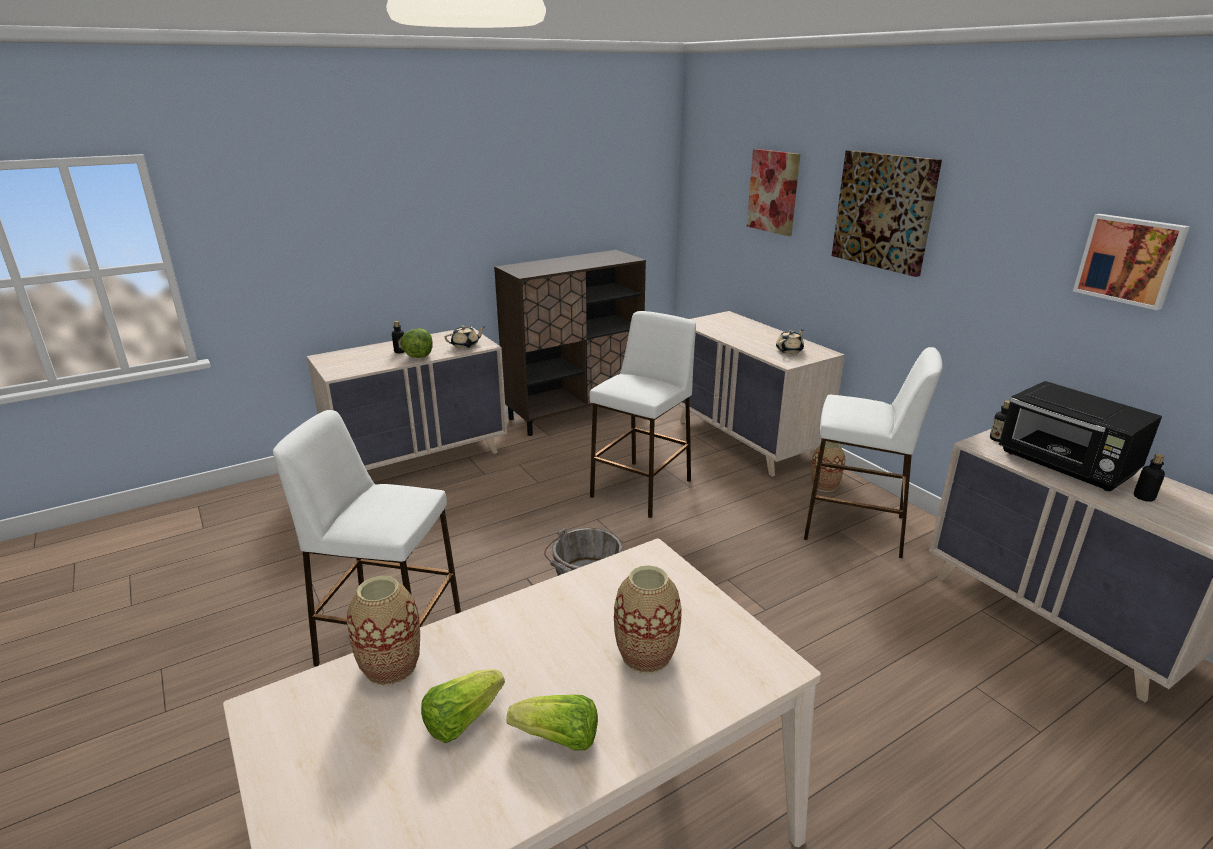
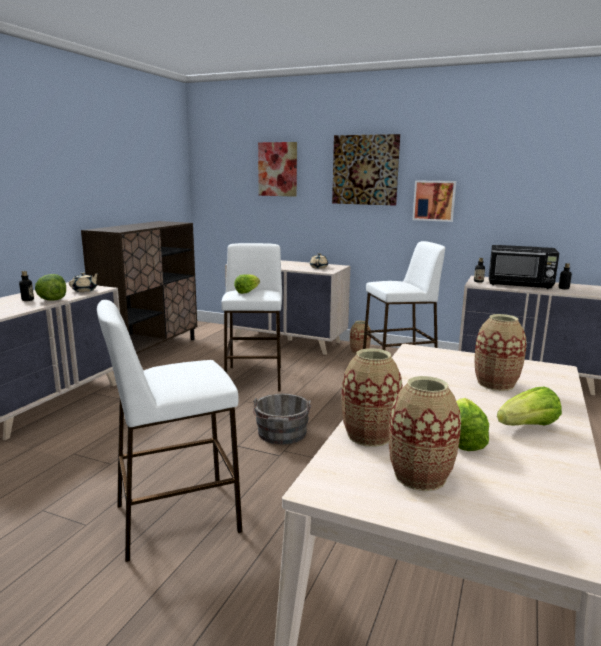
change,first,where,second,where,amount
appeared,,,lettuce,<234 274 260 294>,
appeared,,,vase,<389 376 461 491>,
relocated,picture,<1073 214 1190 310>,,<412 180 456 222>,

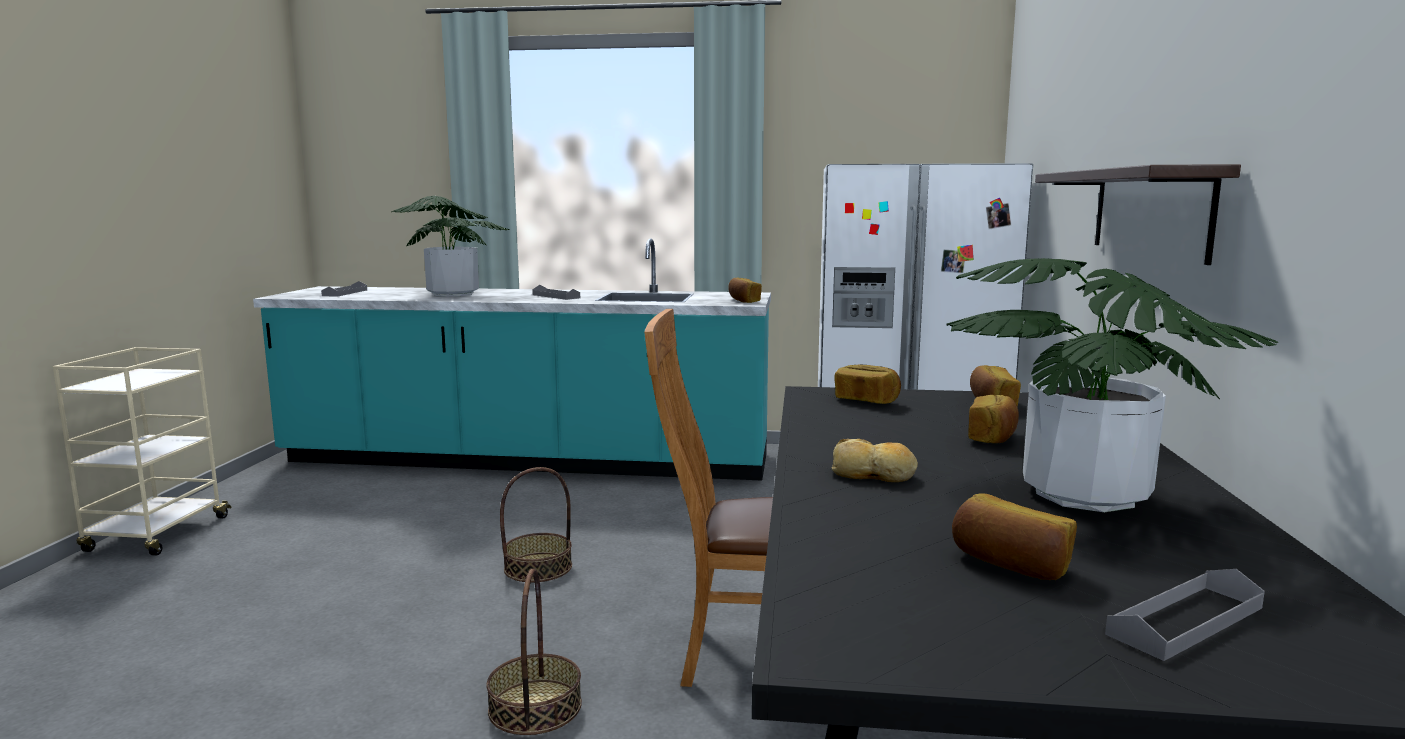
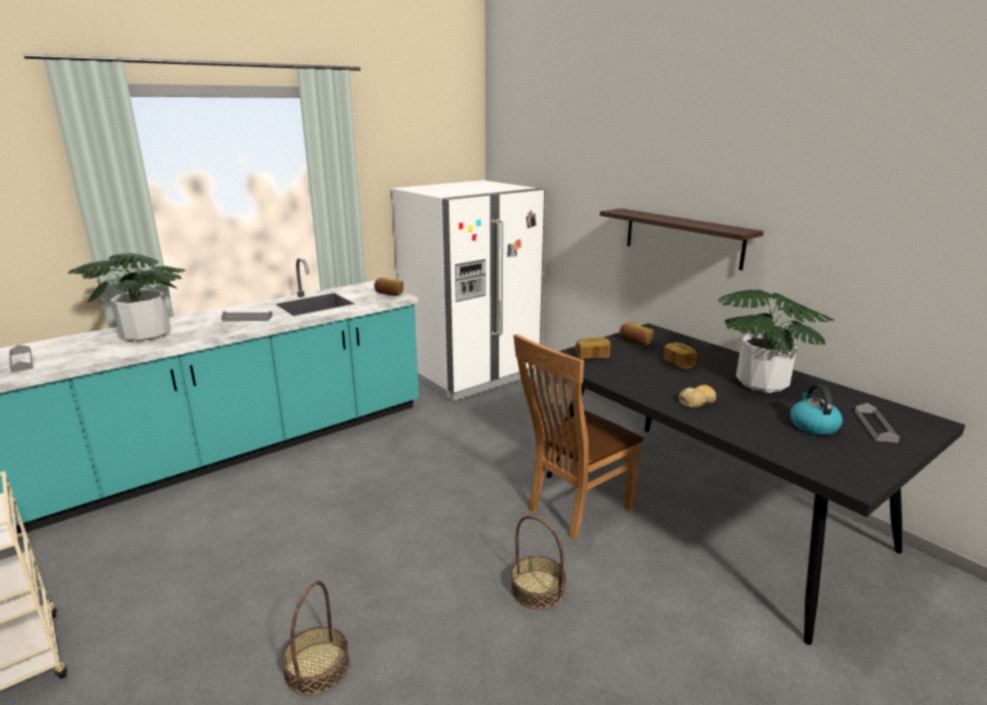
change,first,where,second,where,amount
relocated,basket,<500 467 572 582>,,<281 581 350 696>,
exchanged,bread,<952 494 1077 580>,kettle,<790 384 843 435>,

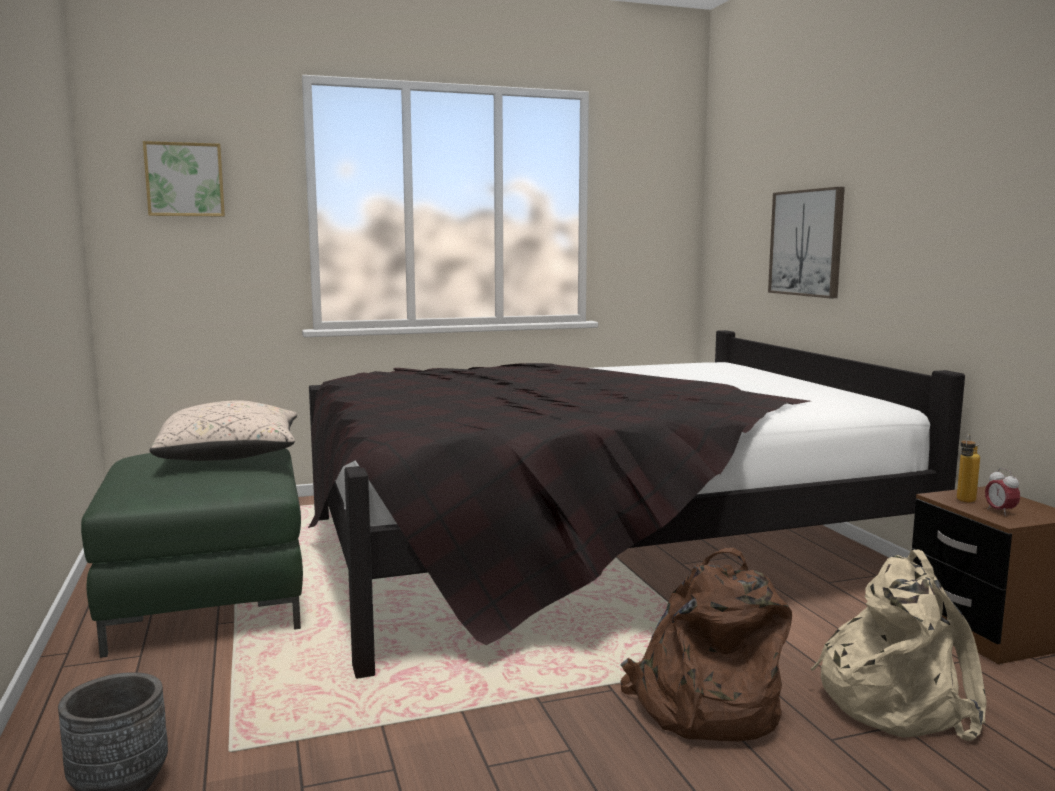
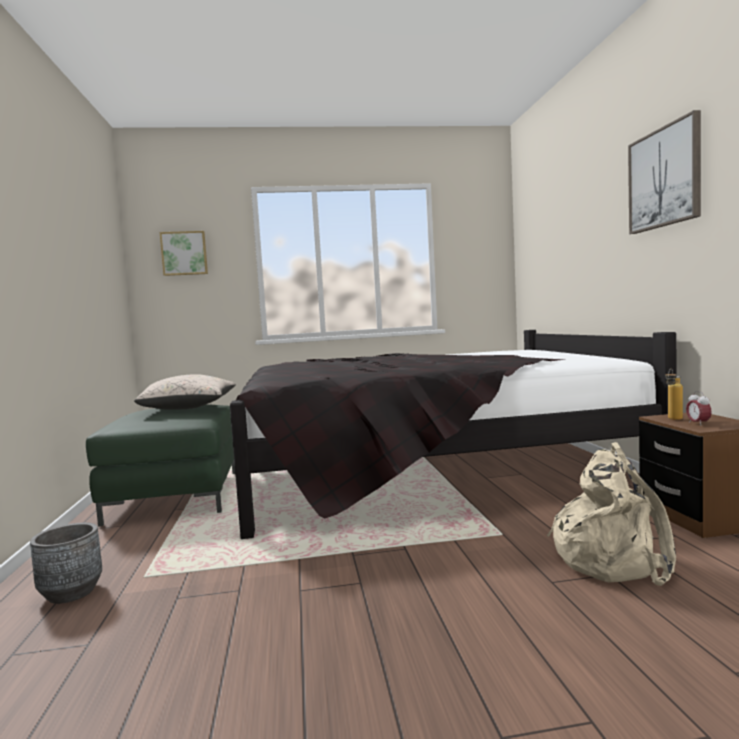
change,first,where,second,where,amount
relocated,picture,<768 187 845 298>,,<628 110 701 234>,
missing,brown backpack,<621 548 792 741>,,,

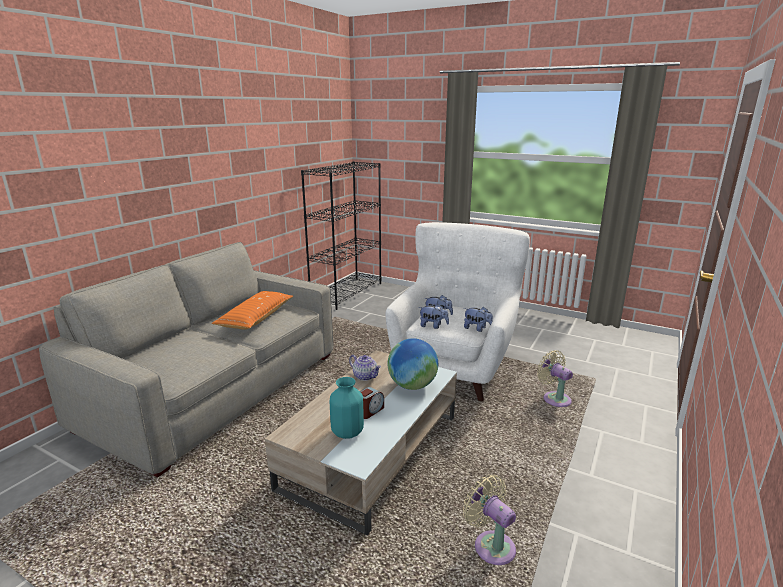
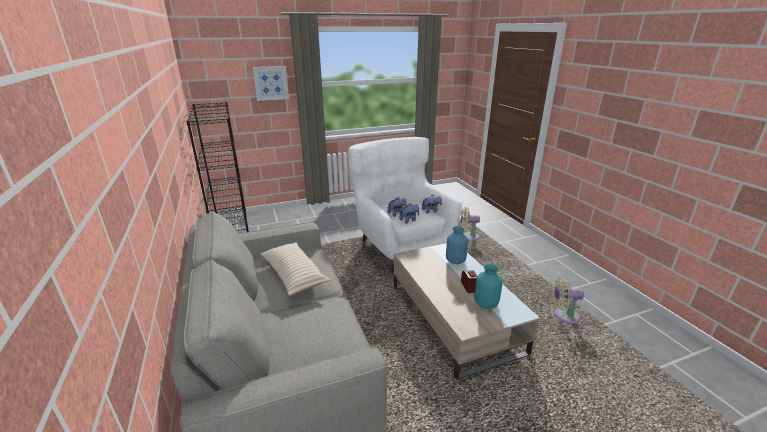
change,first,where,second,where,amount
appeared,,,picture,<252 66 289 101>,
colour,orange pillow,<212 291 293 330>,beige pillow,<260 242 330 296>,
exchanged,globe,<388 338 438 390>,blue vase,<446 226 468 264>,
missing,teapot,<349 355 381 381>,,,

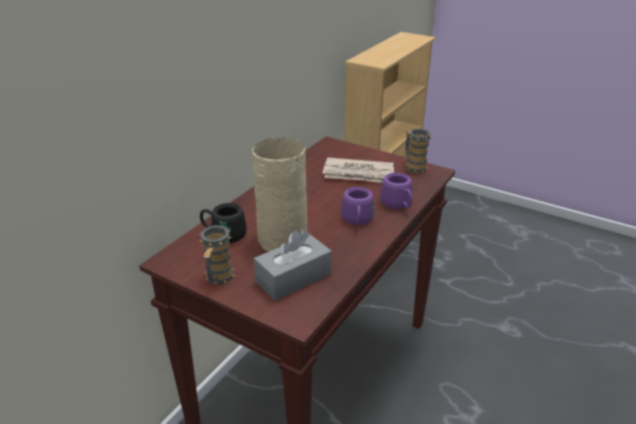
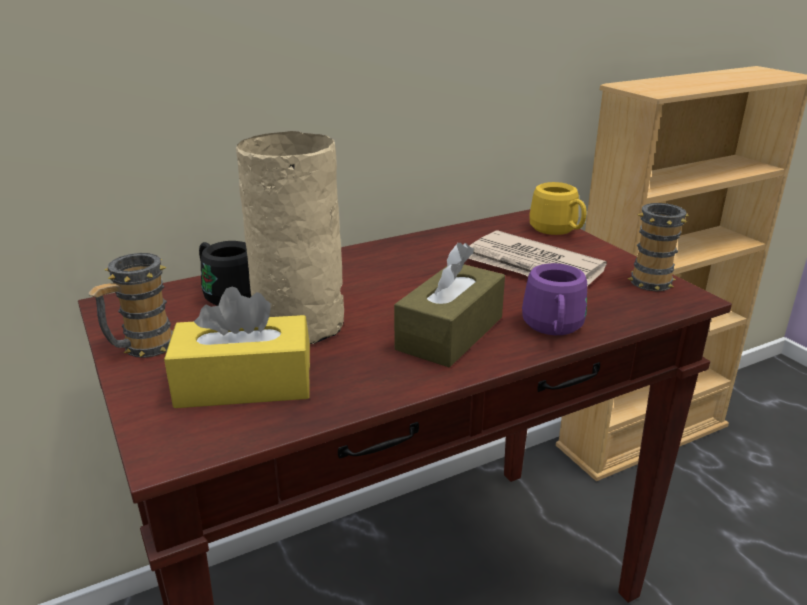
change,first,where,second,where,amount
colour,grey tissue box,<254 230 331 301>,yellow tissue box,<164 287 310 408>,
exchanged,purple mug,<341 187 374 225>,brown tissue box,<394 243 505 367>,
appeared,,,yellow mug,<529 182 586 235>,

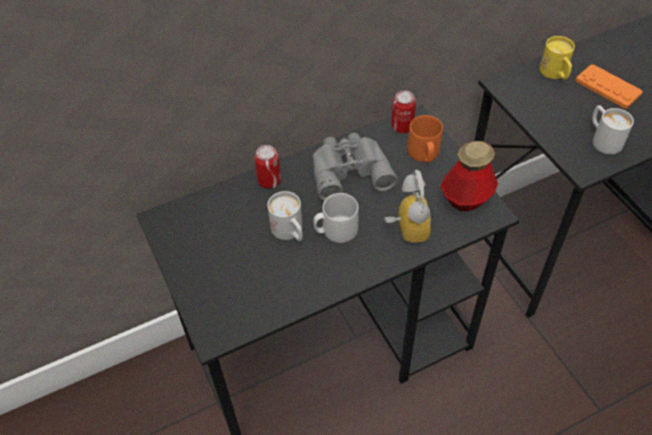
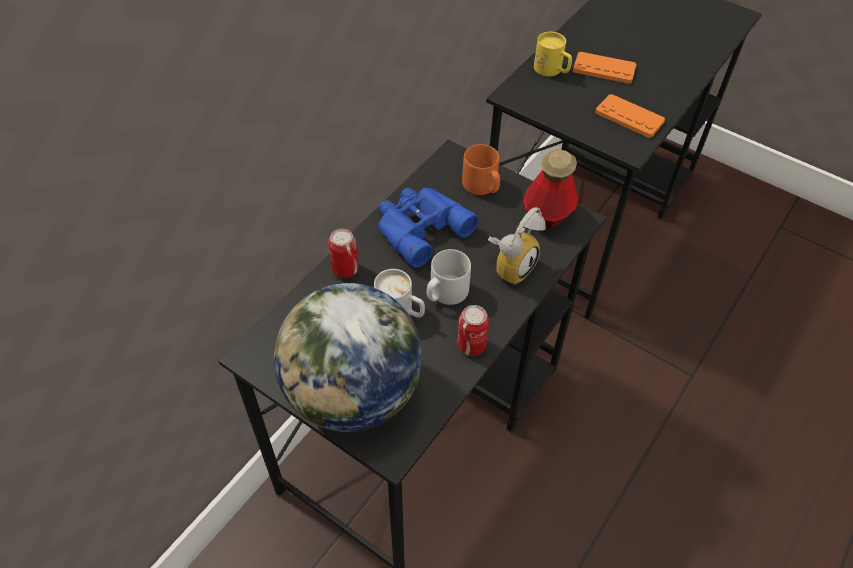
change,first,where,second,where,amount
appeared,,,globe,<274 283 422 432>,
colour,grey binoculars,<312 133 397 201>,blue binoculars,<378 187 479 268>,
relocated,can,<391 90 416 133>,,<457 305 489 356>,
spun,alarm clock,<385 170 432 243>,,<488 207 546 285>,75 degrees clockwise
exchanged,white mug,<592 105 634 154>,orange game controller,<595 94 665 138>,

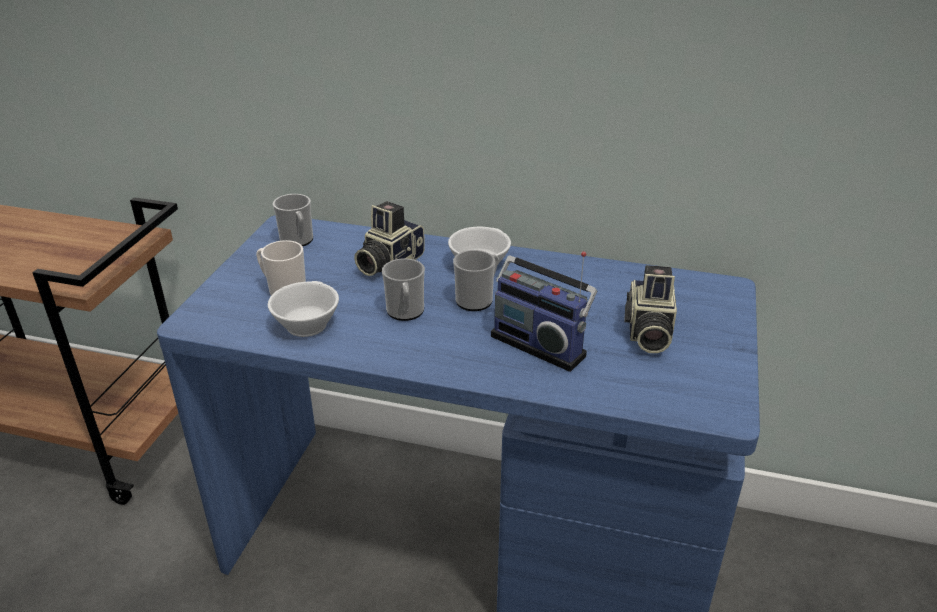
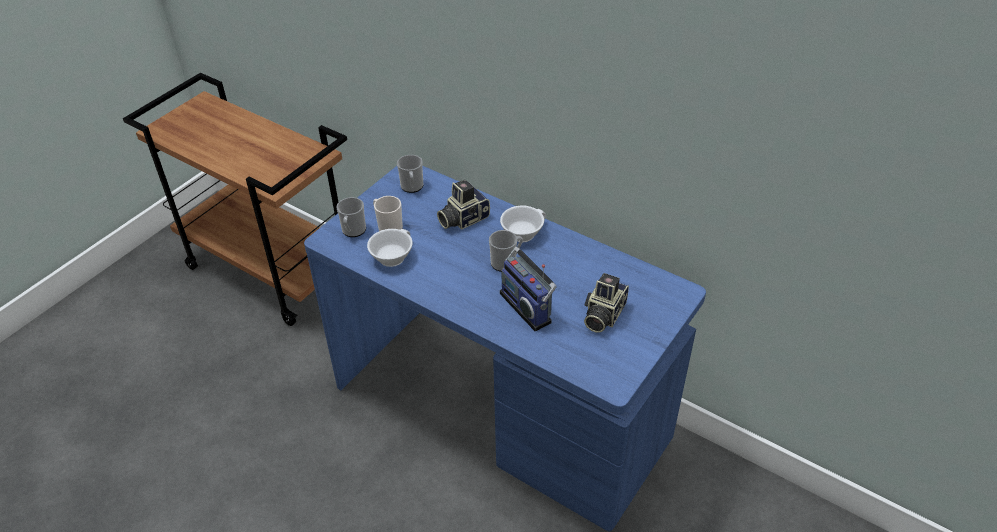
change,first,where,second,where,amount
relocated,mug,<382 258 425 321>,,<336 197 366 237>,

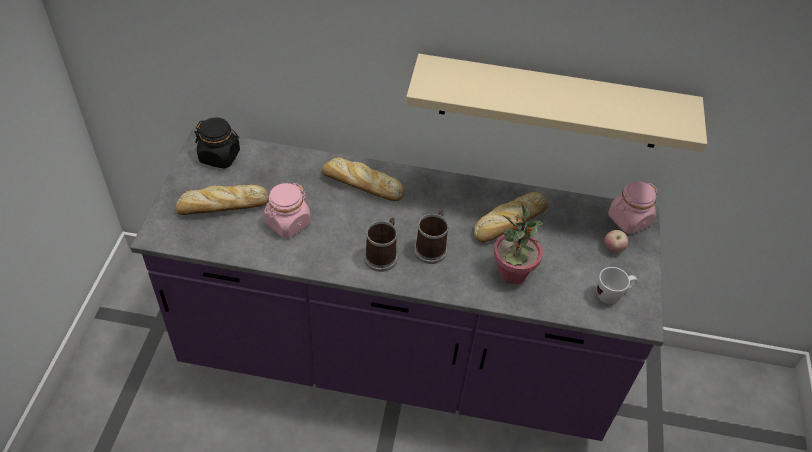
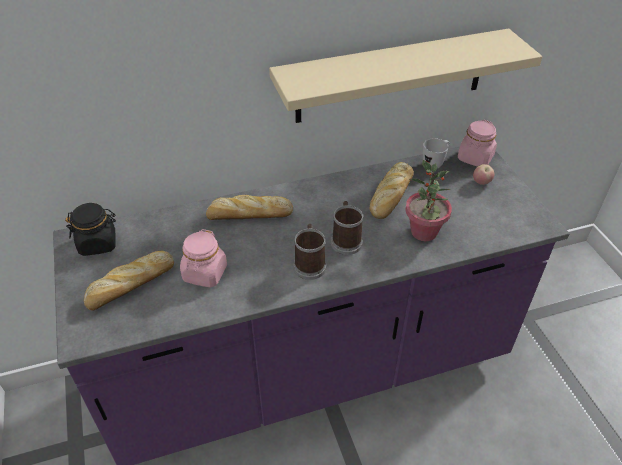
change,first,where,second,where,amount
relocated,white mug,<597 267 638 304>,,<423 138 450 169>,

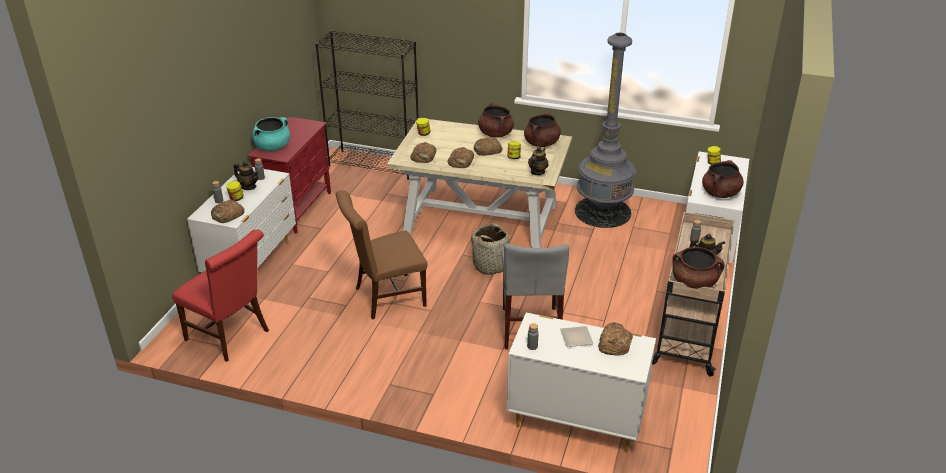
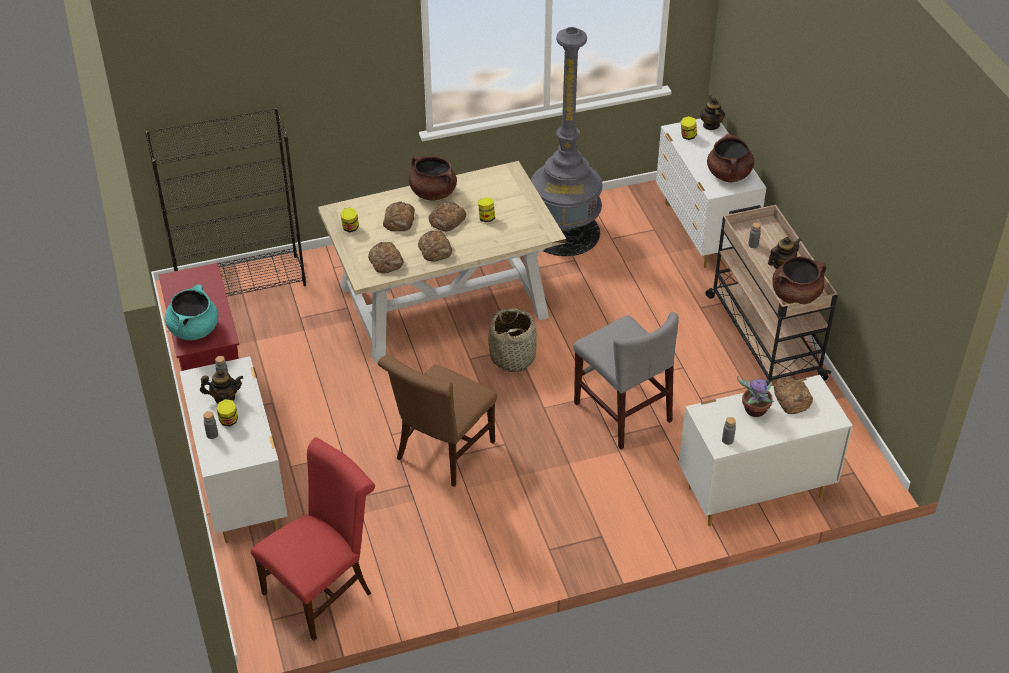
change,first,where,second,where,amount
spun,red chair,<172 229 269 362>,,<251 437 375 641>,45 degrees counterclockwise
relocated,bread,<211 200 245 223>,,<383 202 415 231>,
relocated,teapot,<528 147 549 175>,,<700 96 725 130>,
exchanged,plate,<560 326 593 347>,potted plant,<737 376 774 417>,
missing,brown cooking pot,<524 112 561 147>,,,

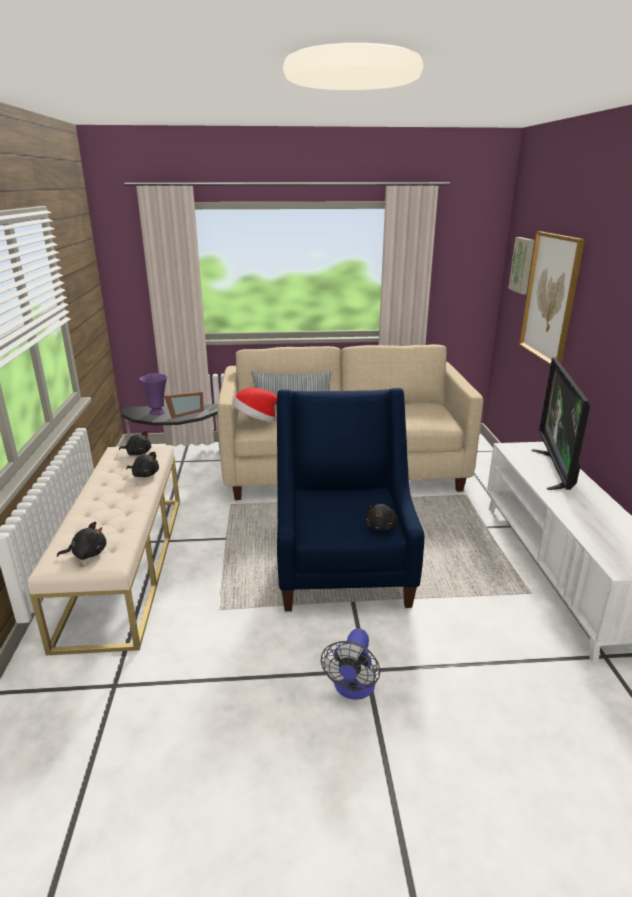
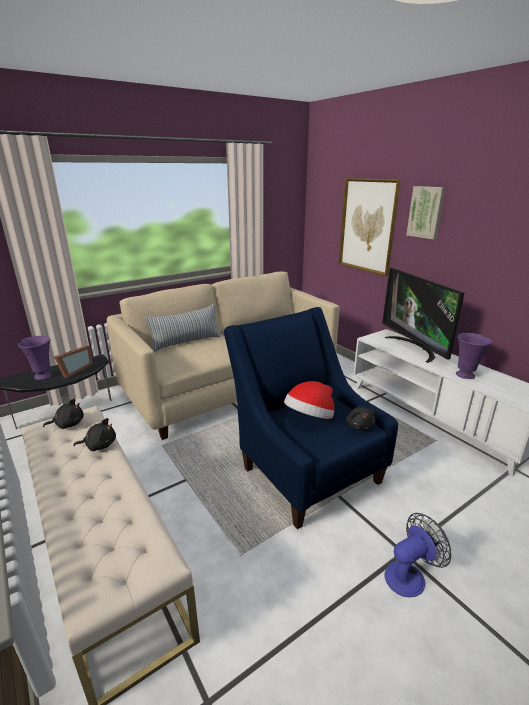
change,first,where,second,where,amount
relocated,hat,<233 388 277 422>,,<284 381 334 419>,
spun,fan,<321 628 380 700>,,<384 513 451 597>,105 degrees counterclockwise
relocated,picture,<508 237 535 294>,,<406 186 445 239>,
appeared,,,purple vase,<456 333 492 379>,
missing,black plush toy,<57 522 107 560>,,,

